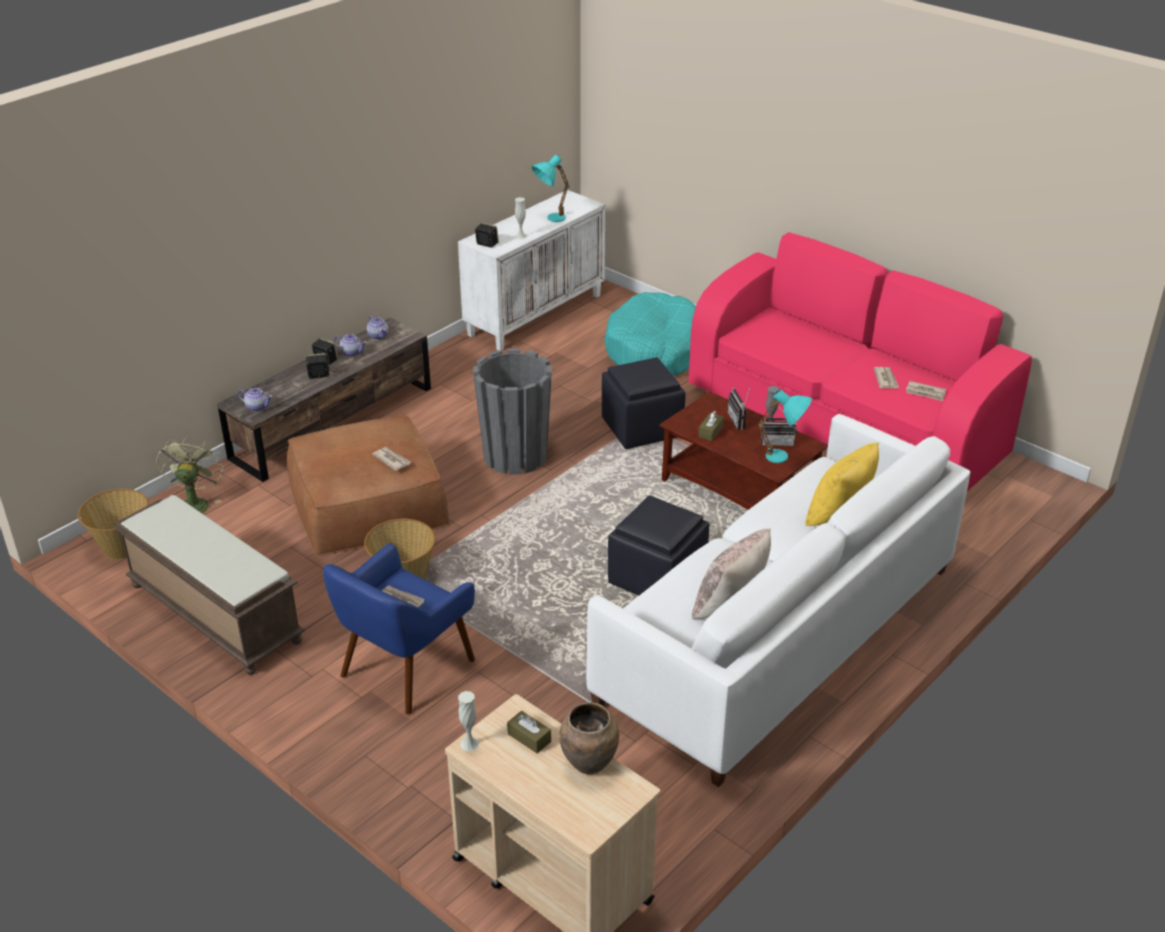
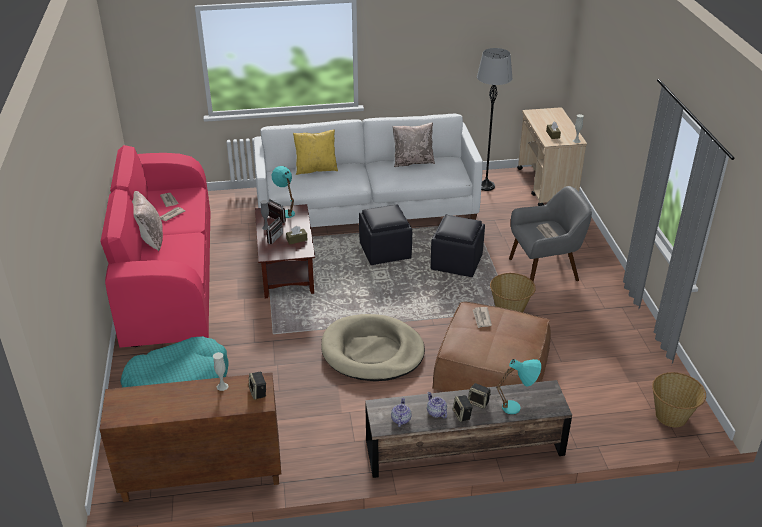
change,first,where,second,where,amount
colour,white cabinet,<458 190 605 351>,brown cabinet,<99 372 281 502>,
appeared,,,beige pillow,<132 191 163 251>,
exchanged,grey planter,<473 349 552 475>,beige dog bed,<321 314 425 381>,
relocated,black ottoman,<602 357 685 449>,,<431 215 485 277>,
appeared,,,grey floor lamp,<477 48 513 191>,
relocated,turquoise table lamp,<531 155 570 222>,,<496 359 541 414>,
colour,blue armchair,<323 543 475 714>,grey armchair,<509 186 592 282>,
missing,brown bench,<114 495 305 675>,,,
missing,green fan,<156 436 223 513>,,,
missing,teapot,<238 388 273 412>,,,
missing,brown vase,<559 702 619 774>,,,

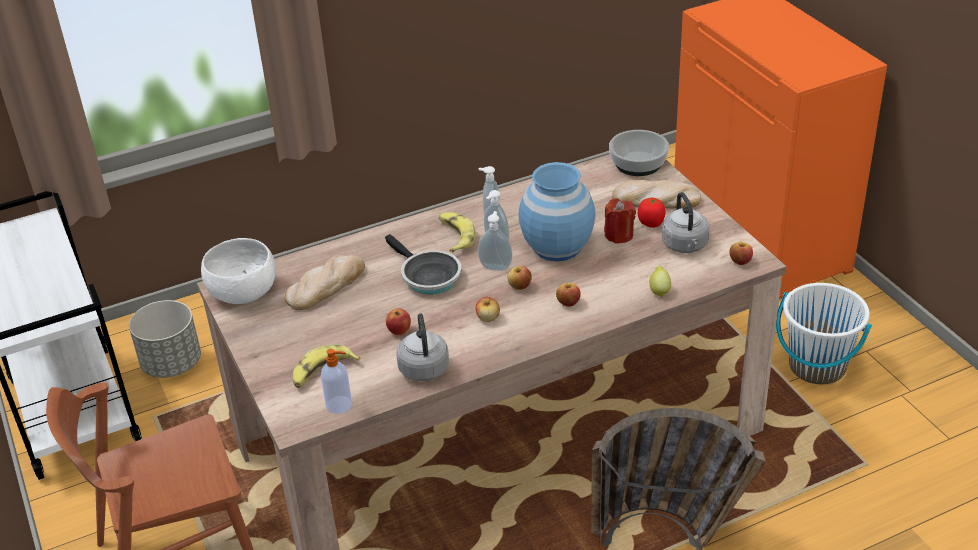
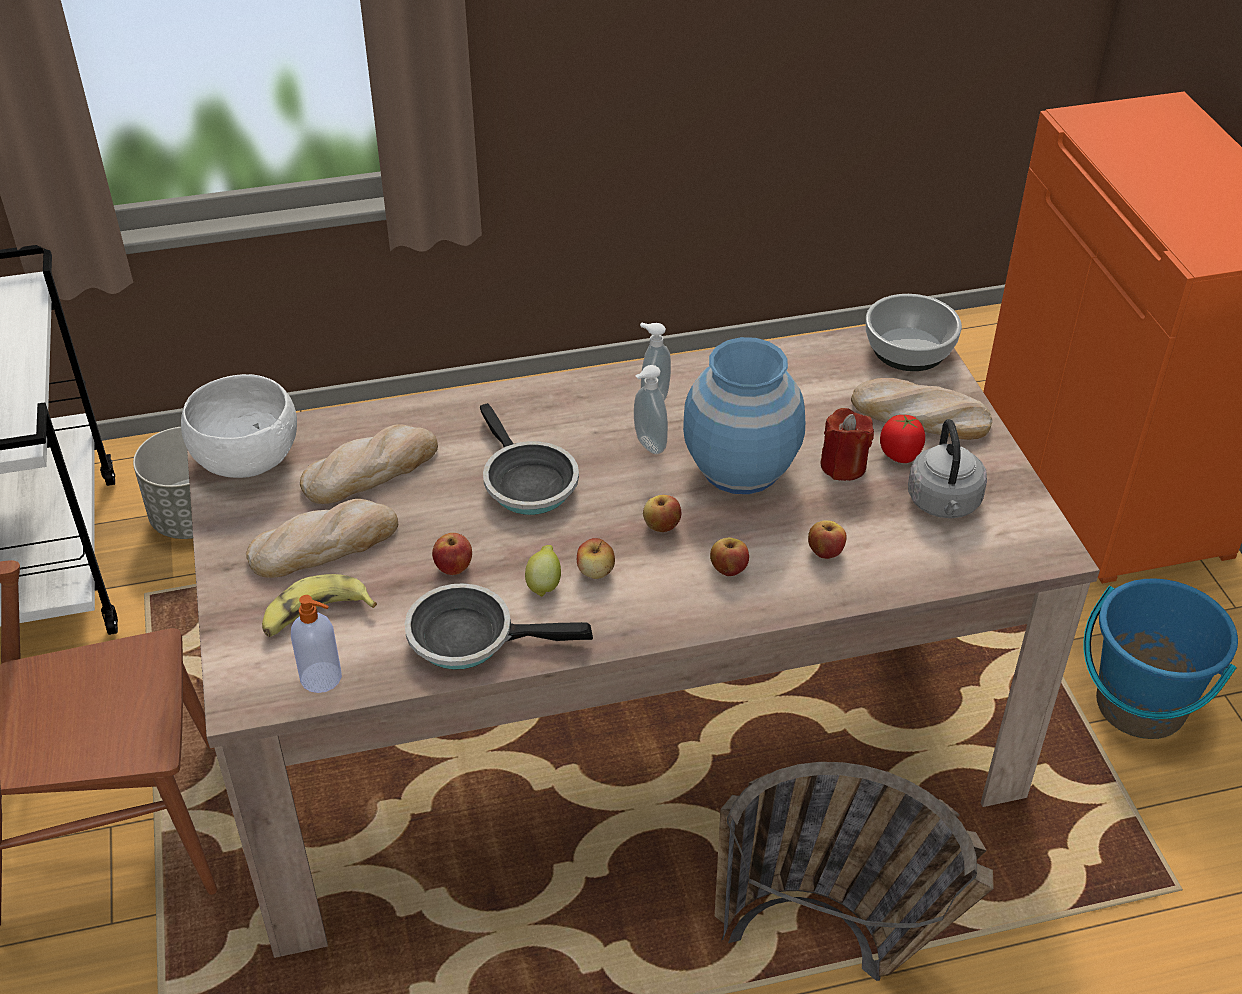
change,first,where,second,where,amount
appeared,,,bread,<246 499 398 578>,
exchanged,grey kettle,<396 313 449 381>,frying pan,<405 583 593 670>,
relocated,lemon,<649 266 671 297>,,<525 545 561 597>,
relocated,apple,<729 242 753 265>,,<808 520 847 559>,
colour,white bucket,<776 283 872 384>,blue bucket,<1083 578 1238 739>,
missing,banana,<438 212 475 252>,,,
missing,soap dispenser,<478 211 512 271>,,,

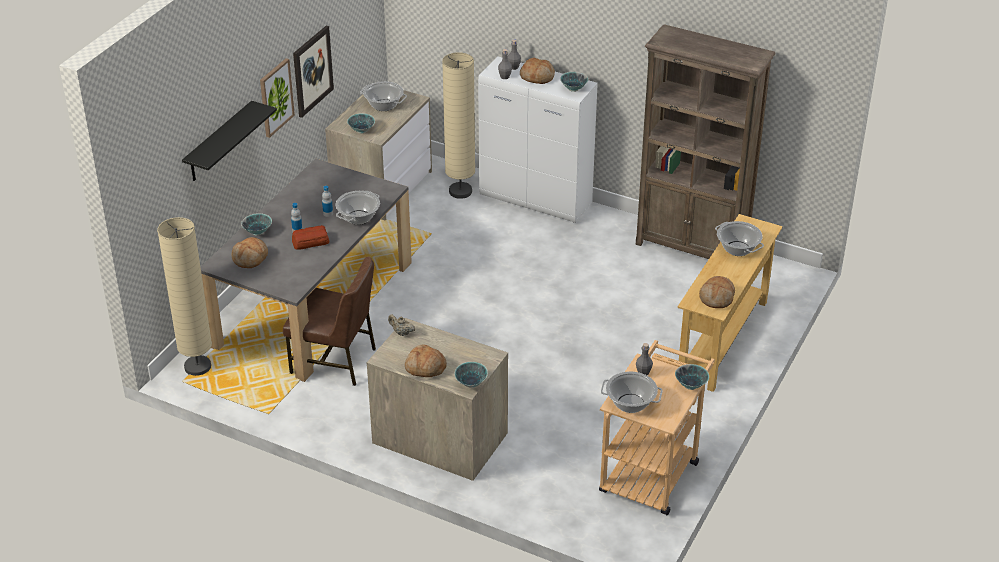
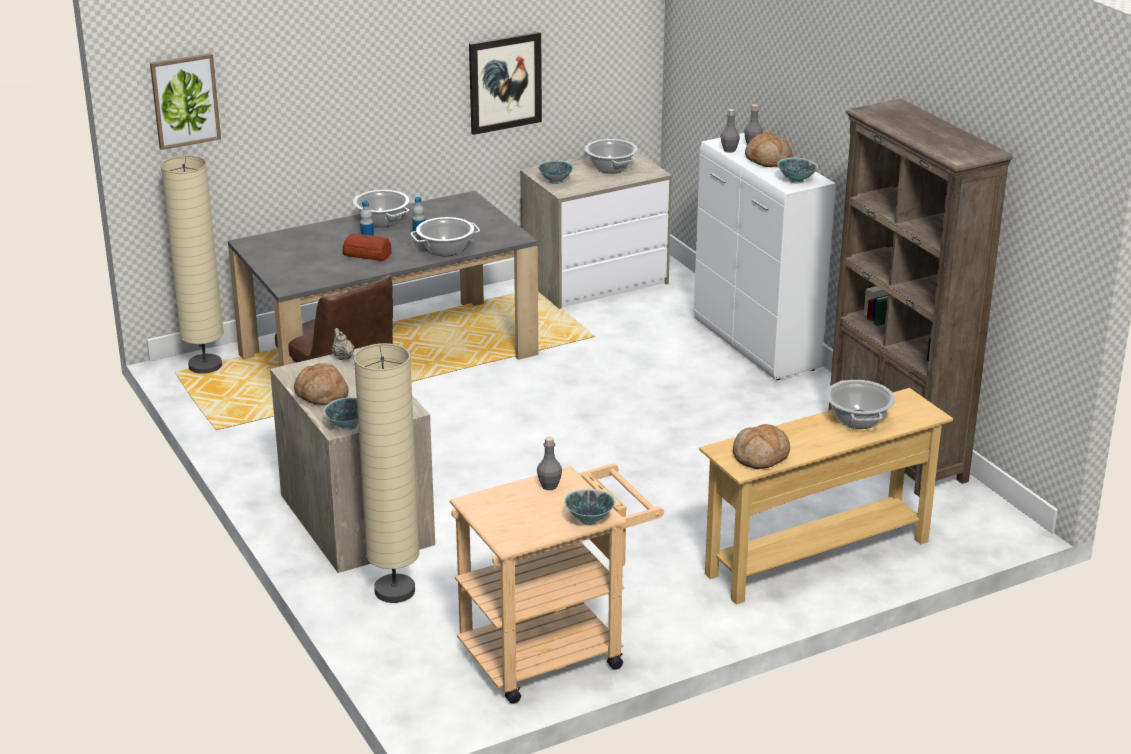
change,first,where,second,where,amount
relocated,picture,<260 58 295 138>,,<150 53 221 150>,
relocated,cooking pot,<601 371 663 413>,,<353 190 410 227>,
relocated,beige floor lamp,<442 52 475 199>,,<354 343 420 603>,
missing,black shelf,<182 101 277 181>,,,
missing,bread,<231 237 268 268>,,,
missing,bowl,<241 213 272 236>,,,

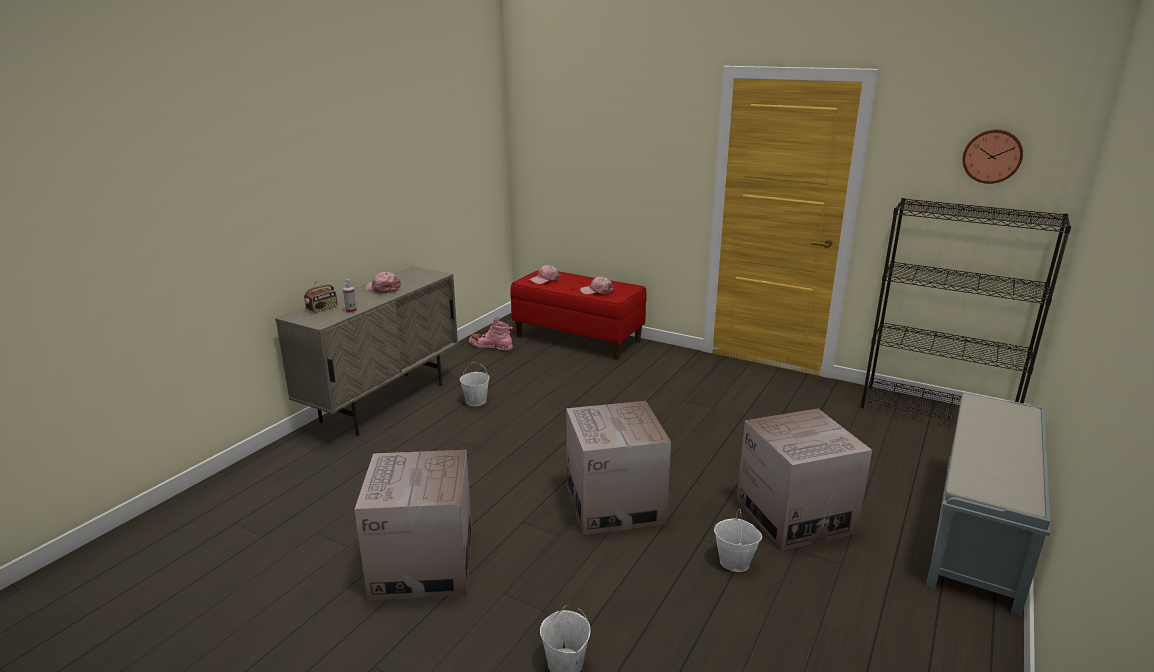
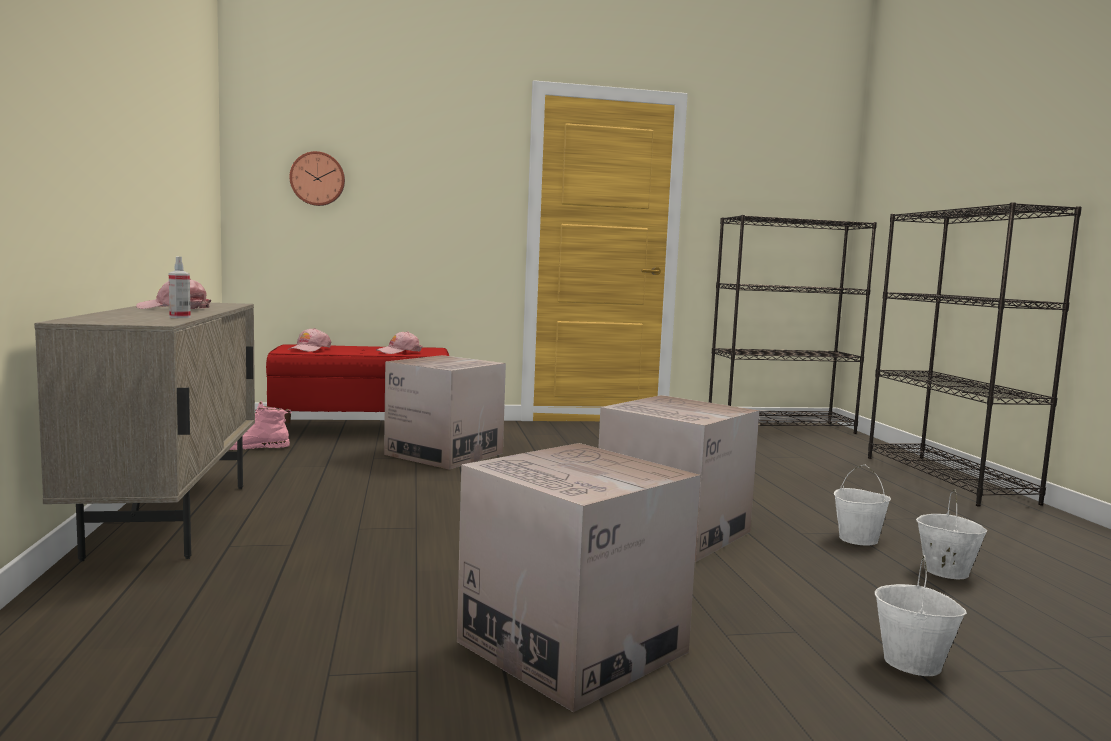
change,first,where,second,where,amount
relocated,wall clock,<962 129 1023 184>,,<289 151 345 206>,
relocated,cardboard box,<737 408 872 550>,,<384 355 506 469>,
exchanged,grey bench,<926 394 1050 616>,black bookcase,<868 202 1082 507>,
relocated,white bucket,<460 362 489 406>,,<916 489 987 579>,
missing,radio,<304 276 337 313>,,,

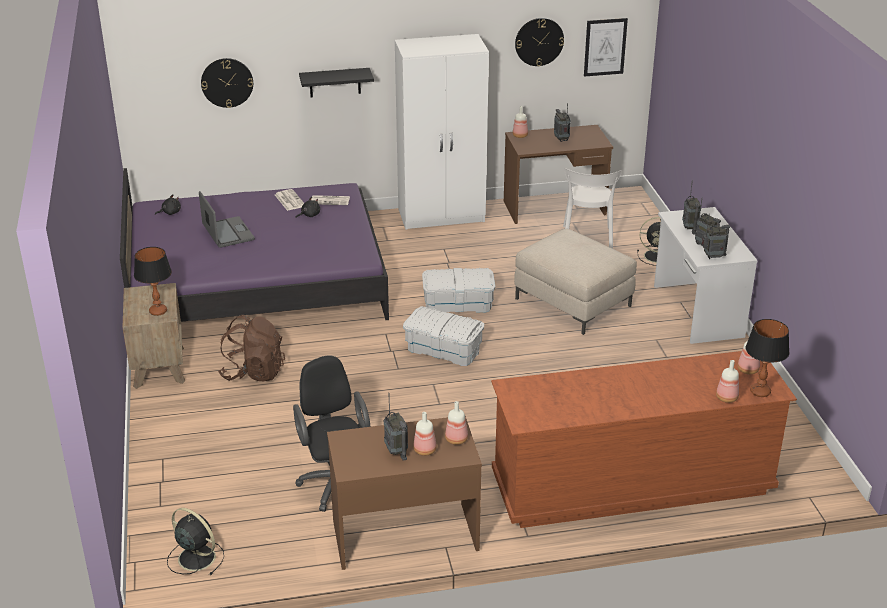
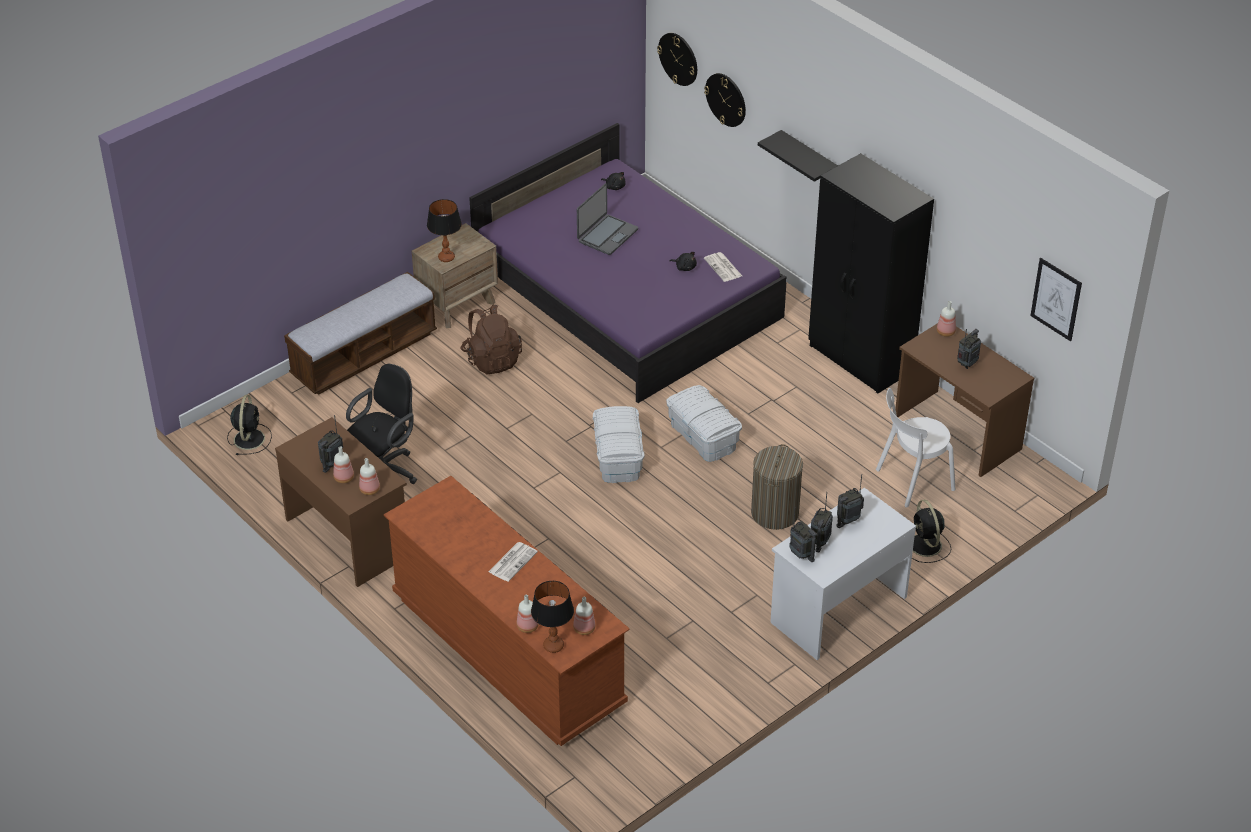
change,first,where,second,where,amount
appeared,,,bench,<284 272 437 395>,
relocated,newspaper,<275 189 304 211>,,<488 542 538 582>,
relocated,wall clock,<515 18 564 66>,,<657 33 697 86>,
exchanged,beige ottoman,<514 229 637 335>,laundry basket,<751 444 803 530>,
colour,white wardrobe,<395 34 489 230>,black wardrobe,<808 153 934 394>,

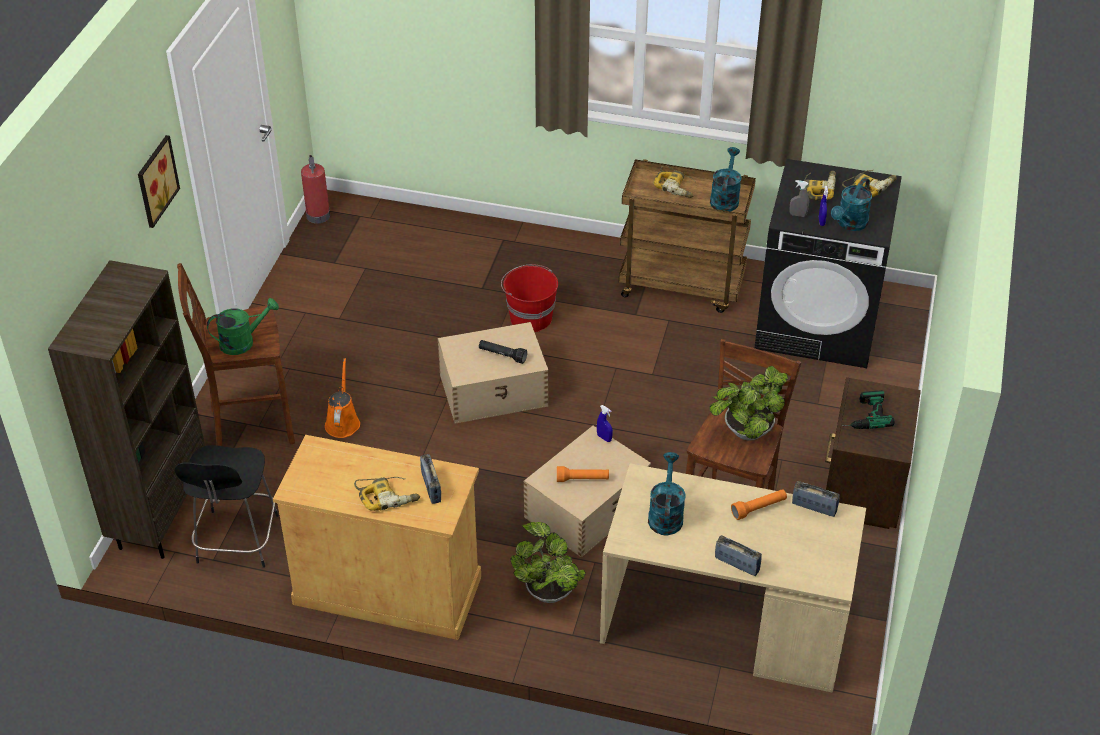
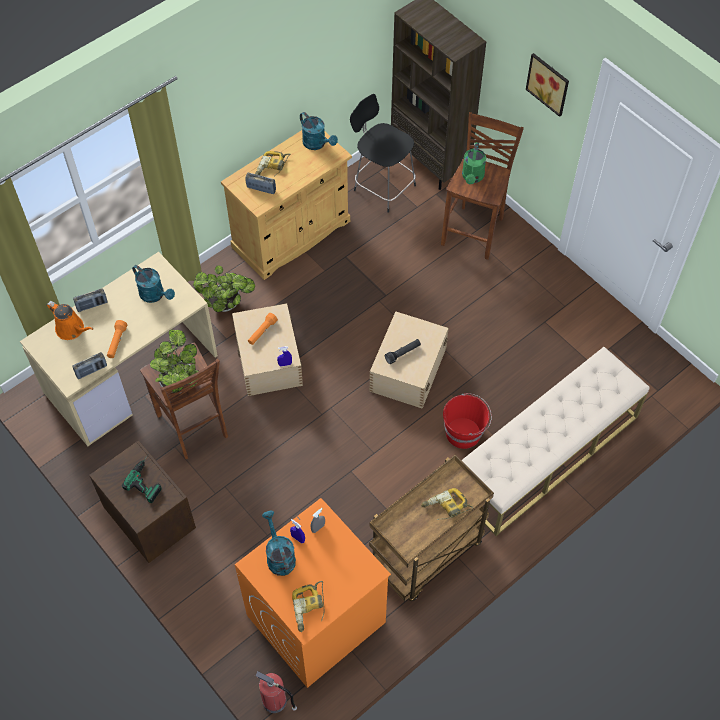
change,first,where,second,where,amount
relocated,orange watering can,<325 358 360 438>,,<47 301 94 340>,
colour,black washing machine,<754 159 902 368>,orange washing machine,<235 498 391 688>,
relocated,fire extinguisher,<301 155 330 223>,,<255 671 297 713>,
relocated,turquoise watering can,<710 147 742 212>,,<300 112 338 150>,
appeared,,,beige bench,<461 347 650 536>,
missing,power drill,<799 171 836 200>,,,

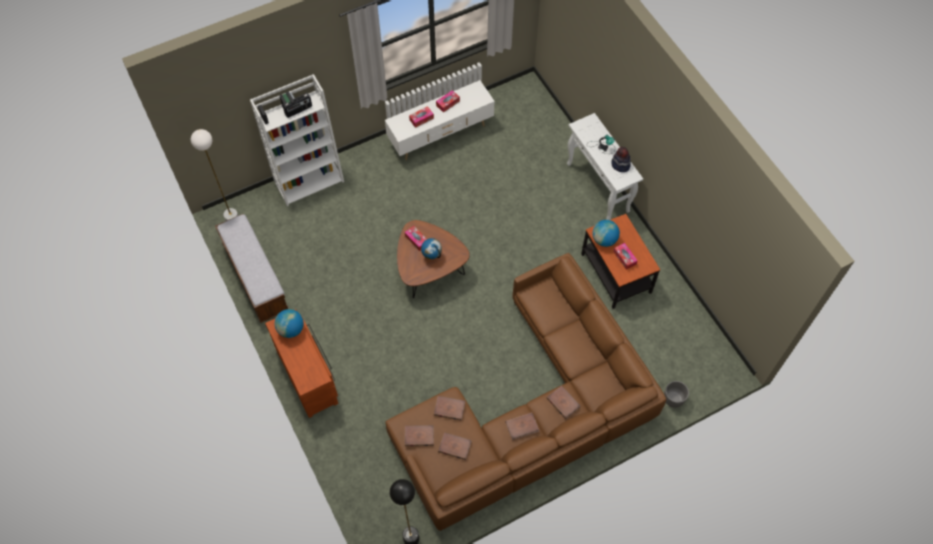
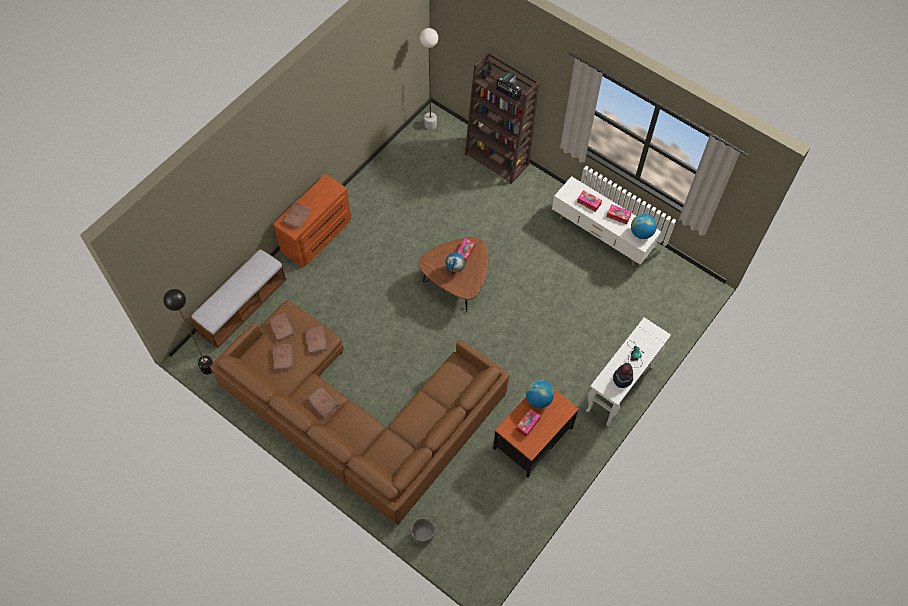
change,first,where,second,where,amount
relocated,bench,<215 214 289 323>,,<189 248 287 348>,
relocated,brown book,<547 386 580 419>,,<283 203 311 229>,
colour,white bookcase,<250 74 344 206>,brown bookcase,<465 52 540 184>,
relocated,globe,<275 309 304 338>,,<631 214 657 239>,

